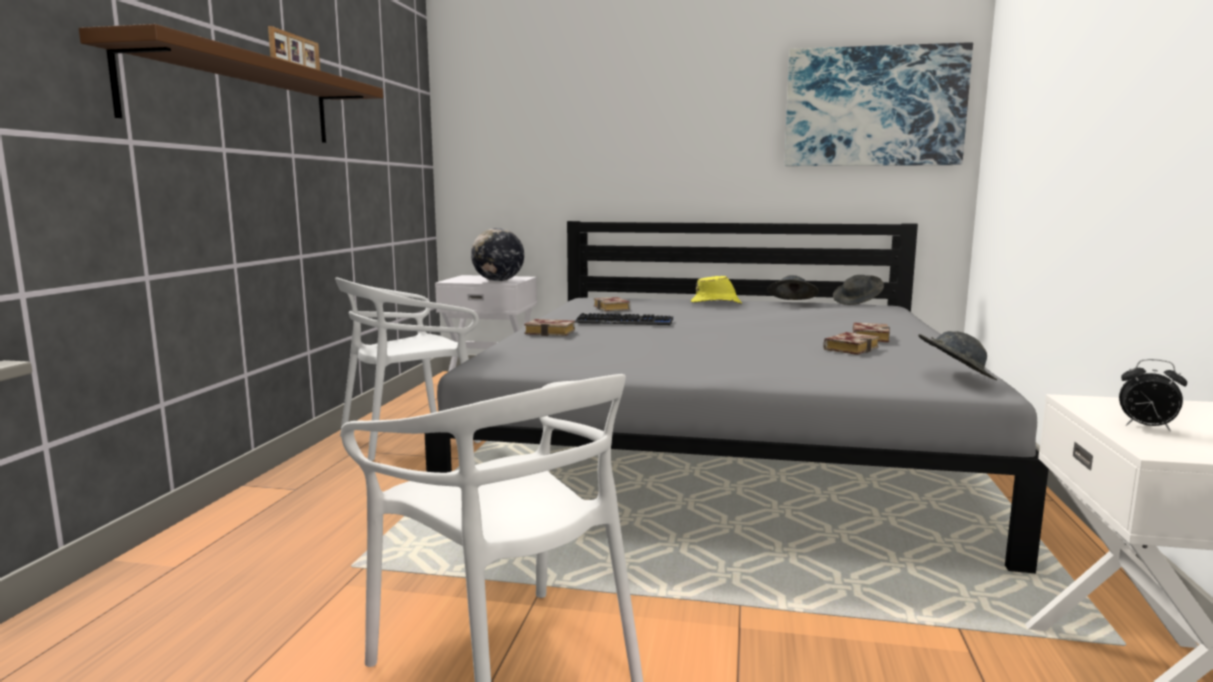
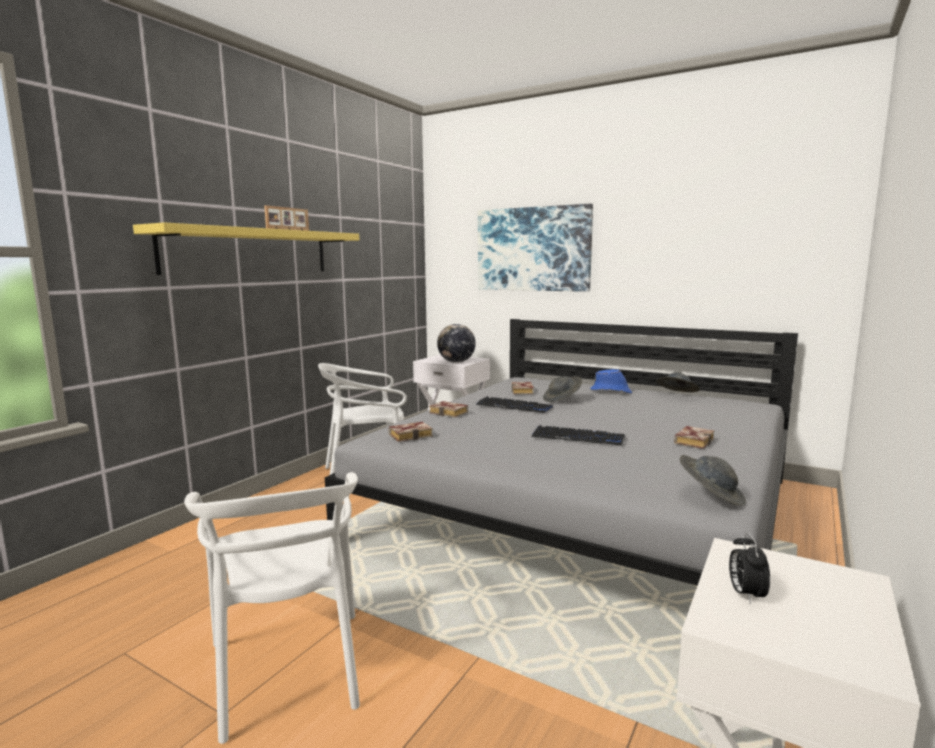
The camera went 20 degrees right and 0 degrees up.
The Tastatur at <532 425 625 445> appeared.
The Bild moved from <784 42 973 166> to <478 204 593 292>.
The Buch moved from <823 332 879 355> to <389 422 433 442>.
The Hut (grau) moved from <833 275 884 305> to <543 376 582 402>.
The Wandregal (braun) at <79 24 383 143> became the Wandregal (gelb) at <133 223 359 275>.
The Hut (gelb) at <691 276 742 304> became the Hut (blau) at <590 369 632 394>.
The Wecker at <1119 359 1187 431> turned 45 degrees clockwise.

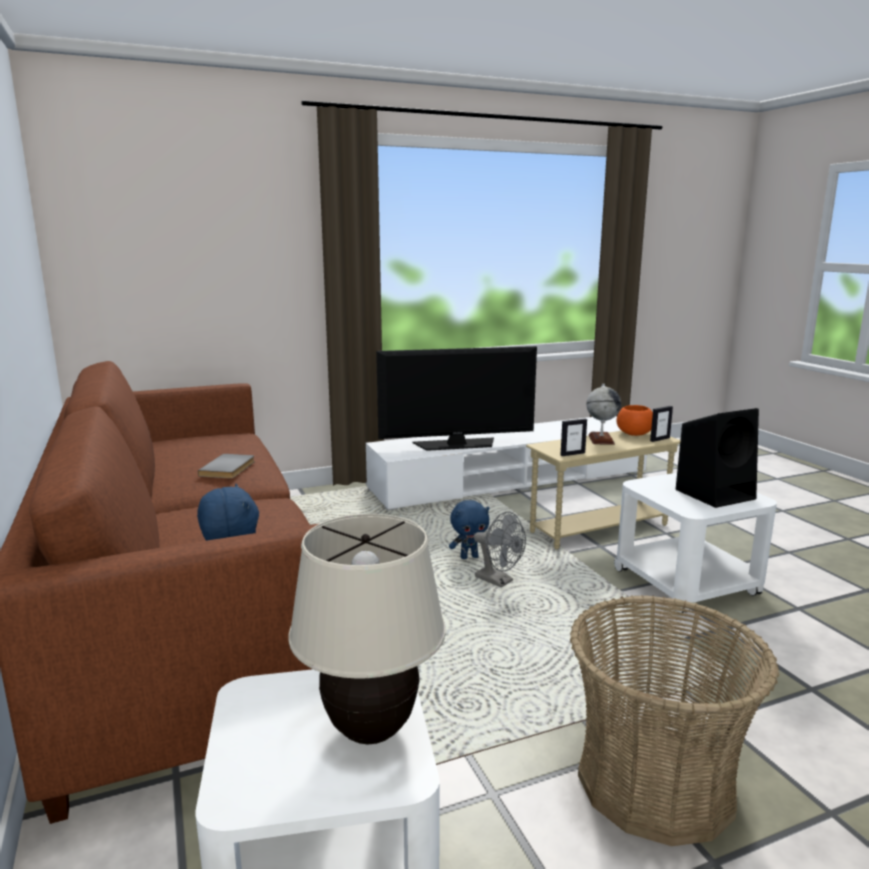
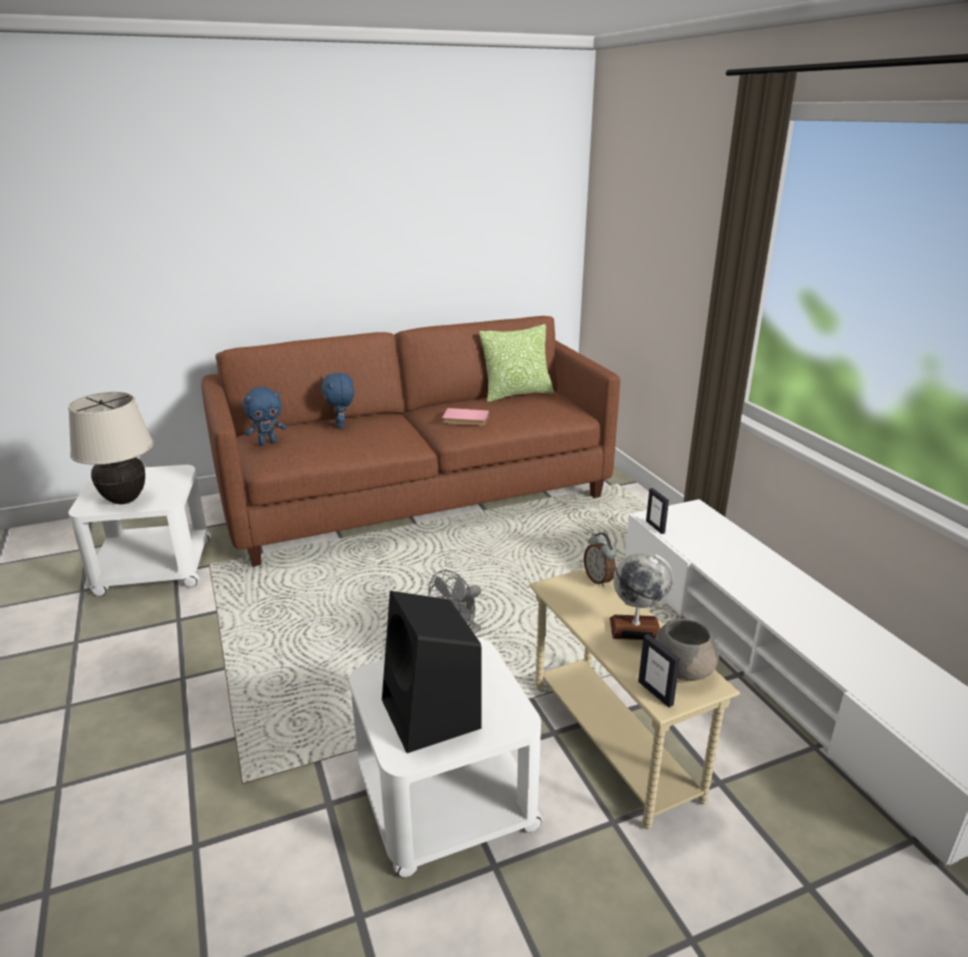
The camera went 90 degrees right and 10 degrees up.
The Fernseher at <376 346 537 451> disappeared.
The Korb at <570 595 779 846> disappeared.
The Kissen at <479 324 554 402> appeared.
The Wecker at <584 533 617 587> appeared.
The Plüschtier (blau) moved from <449 500 490 559> to <321 373 354 429>.
The Bilderrahmen moved from <561 419 587 456> to <646 488 669 534>.
The Buch (grau) at <198 454 255 479> became the Buch (rosa) at <442 408 490 426>.
The Schüssel (orange) at <617 405 653 436> became the Schüssel (grau) at <655 619 719 681>.

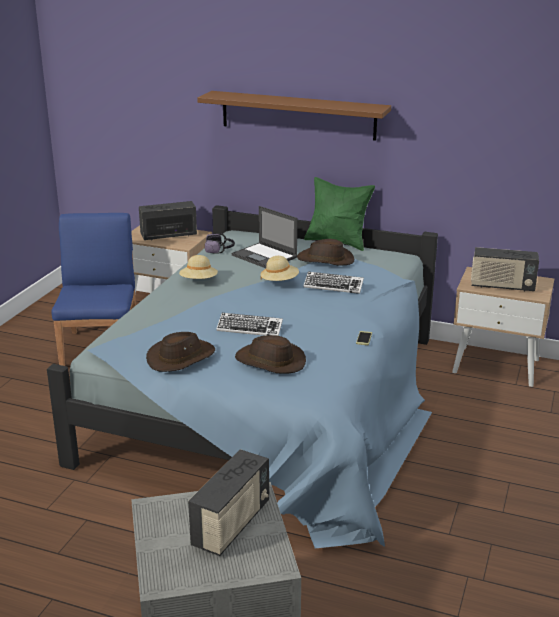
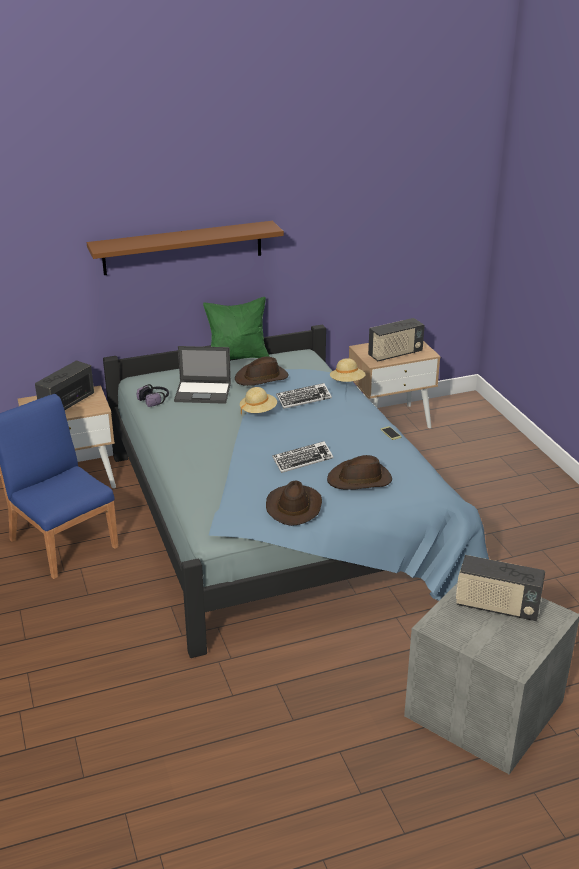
The camera went 40 degrees left and 5 degrees up.
The Hut (beige) moved from <179 255 218 279> to <330 358 366 382>.
The Radio at <188 449 269 556> turned 120 degrees clockwise.

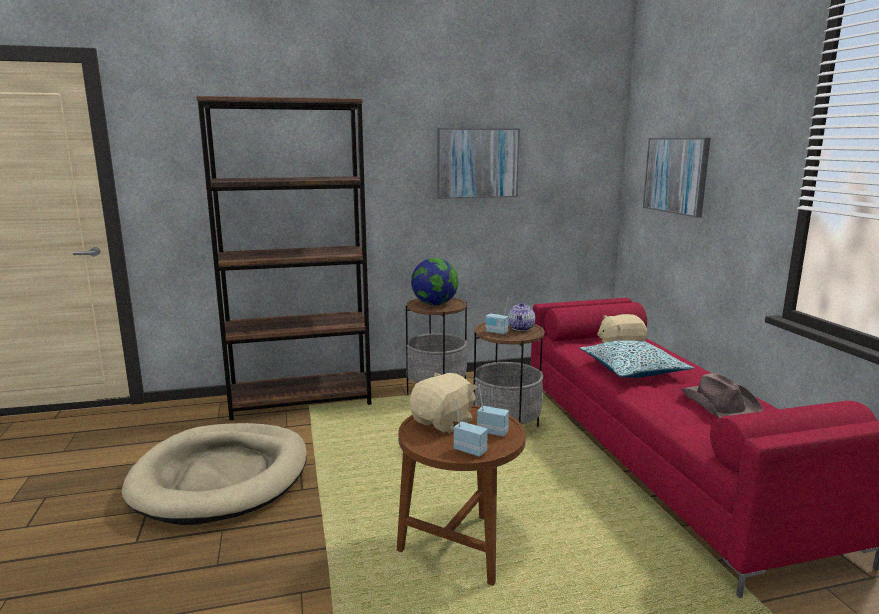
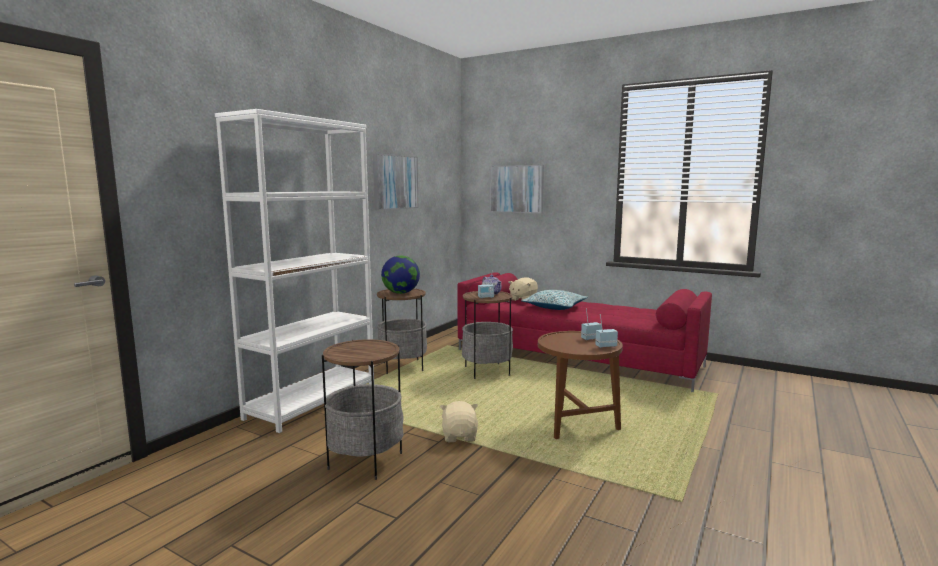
The camera went 45 degrees left and 5 degrees down.
The Hut (braun) at <681 373 763 418> disappeared.
The Plüschtier (beige) moved from <409 372 478 433> to <440 401 478 442>.
The Hundebett (beige) at <122 423 307 525> was replaced by the Beistelltisch at <322 340 403 480>.
The Bücherregal (braun) at <196 96 371 420> became the Bücherregal (weiß) at <215 109 374 433>.

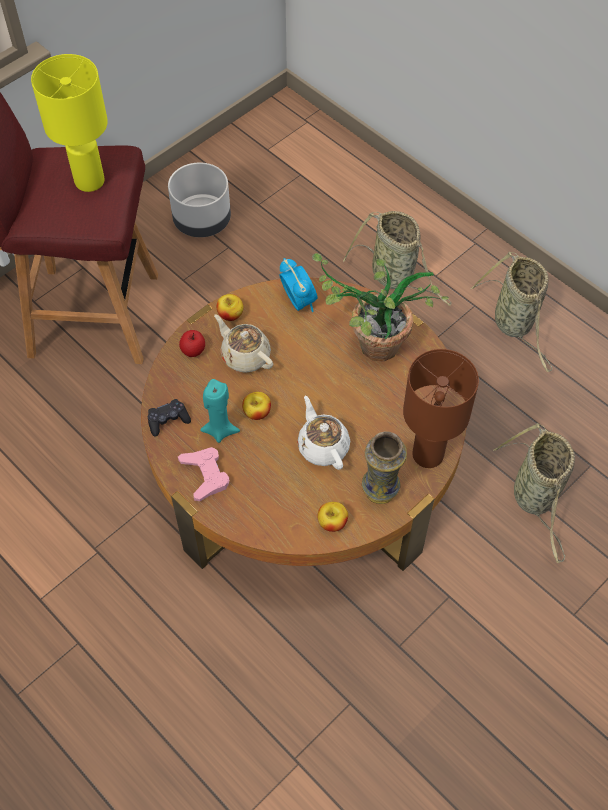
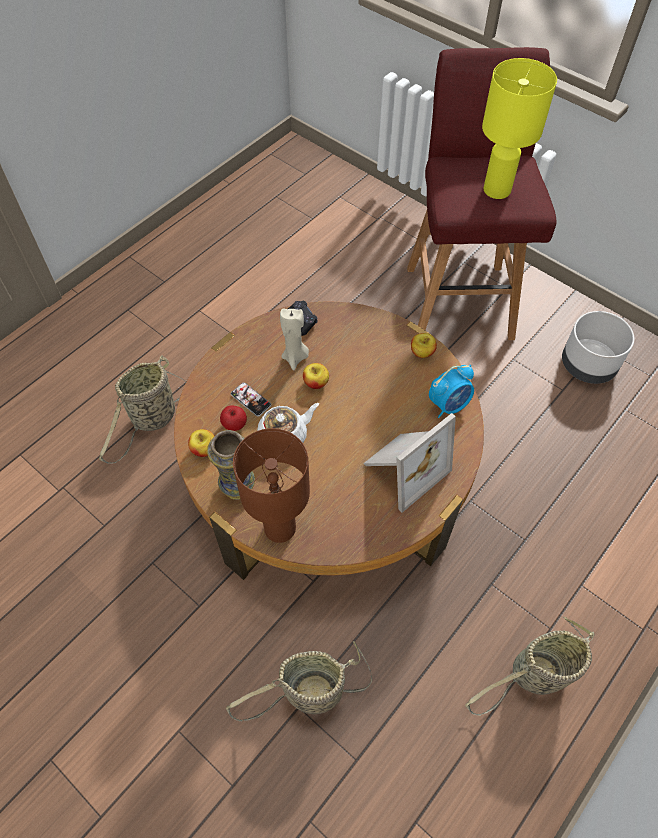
The camera went 85 degrees right and 0 degrees up.
The Gamepad (rosa) at <178 447 229 501> disappeared.
The Teekanne (beige) at <214 314 273 373> disappeared.
The Handy at <231 382 271 417> appeared.
The Apfel moved from <179 330 205 357> to <220 405 247 431>.
The Korb moved from <343 211 452 306> to <99 355 186 464>.
The Topfpflanze at <312 253 449 362> was replaced by the Bilderrahmen at <363 413 456 513>.
The Kerze (türkis) at <200 379 240 443> became the Kerze (beige) at <280 308 309 370>.

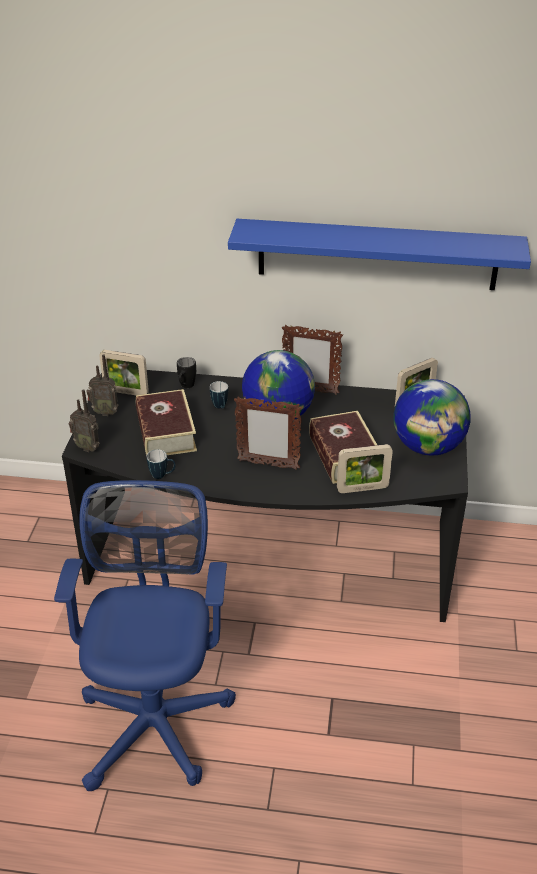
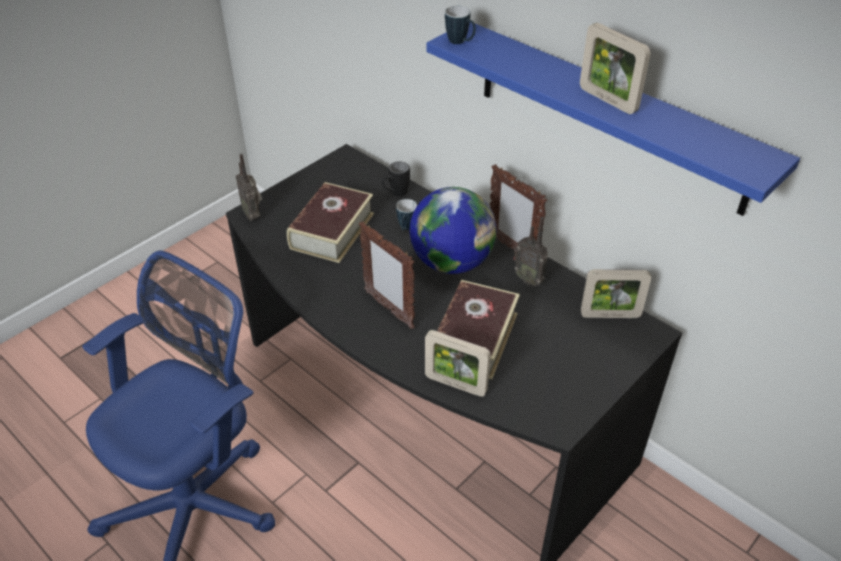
The camera went 35 degrees right and 5 degrees up.
The Globus at <394 379 471 455> disappeared.
The Radio moved from <86 354 118 416> to <513 217 548 286>.
The Bilderrahmen moved from <99 350 149 395> to <580 23 651 114>.
The Henkelbecher moved from <146 449 176 479> to <445 6 476 44>.

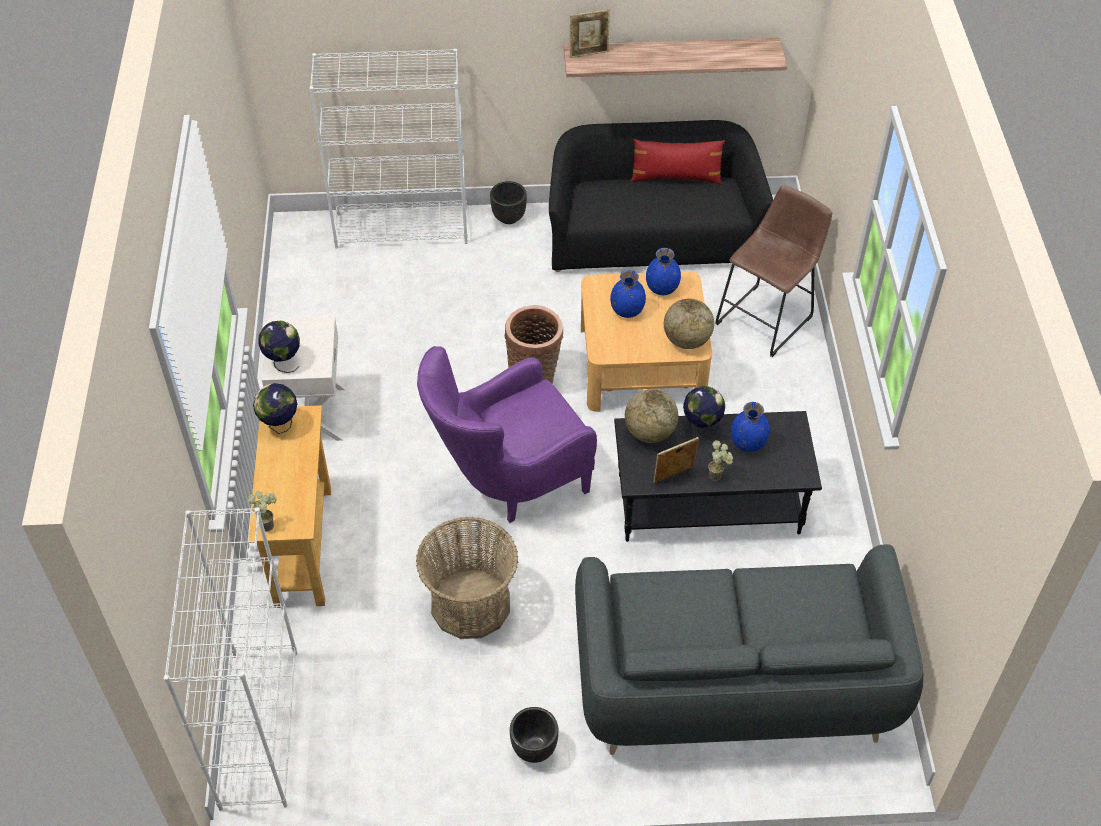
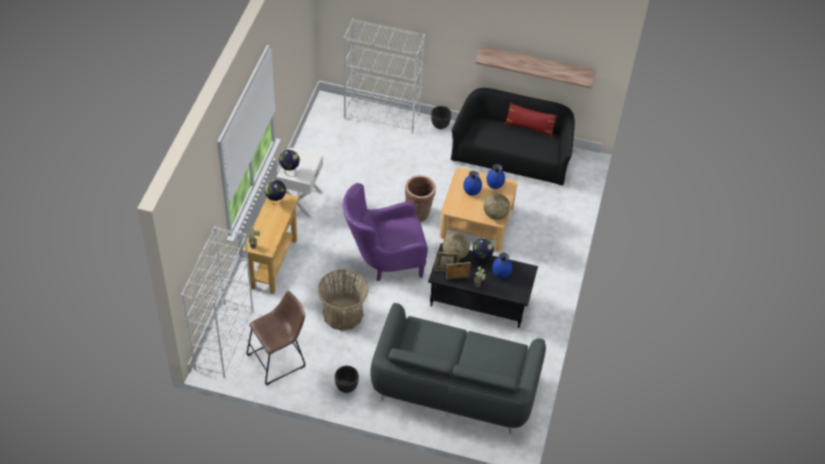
The camera went 15 degrees right and 0 degrees up.
The Bilderrahmen moved from <570 9 610 58> to <434 252 460 272>.
The Hocker (braun) moved from <716 185 832 357> to <247 290 305 385>.

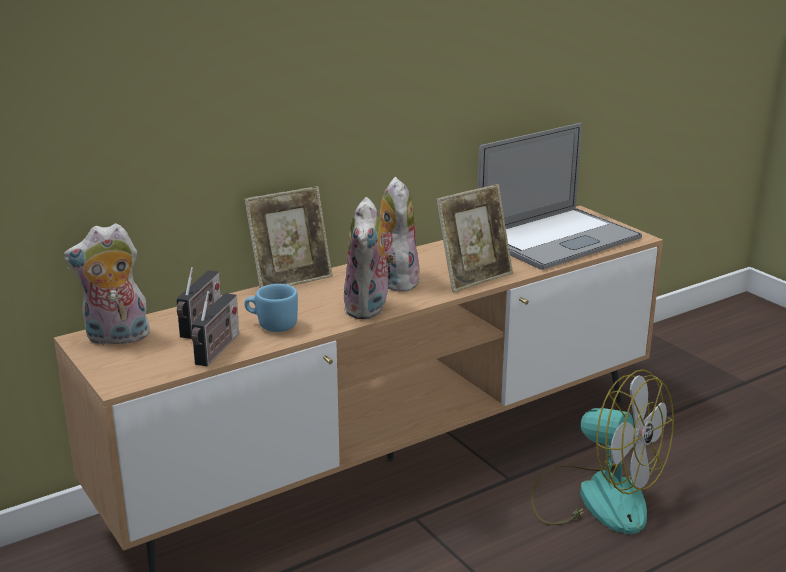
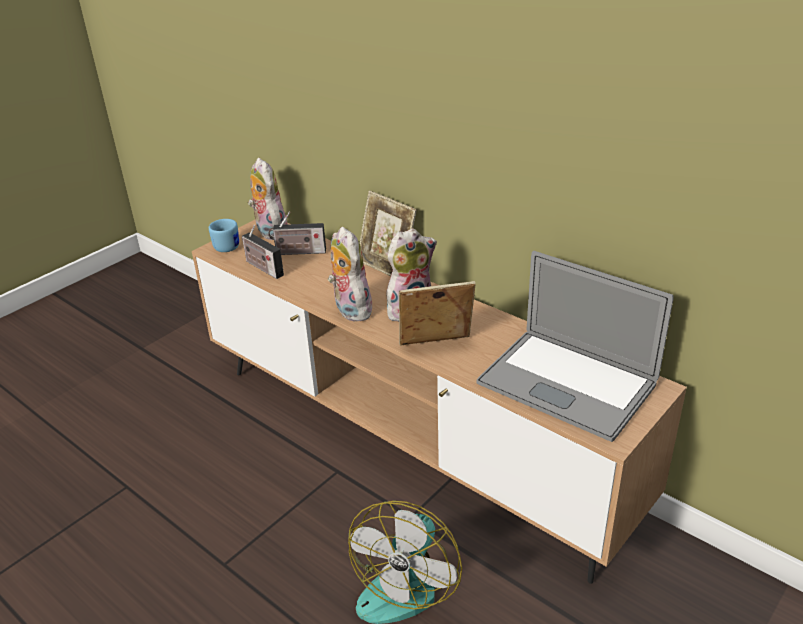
The camera went 75 degrees right and 10 degrees up.
The Henkelbecher (blau) moved from <244 284 298 332> to <209 219 239 252>.
The Radio at <191 291 239 366> turned 45 degrees clockwise.
The Plüschtier at <344 197 395 319> turned 75 degrees clockwise.
The Bilderrahmen at <436 184 513 292> turned 135 degrees clockwise.

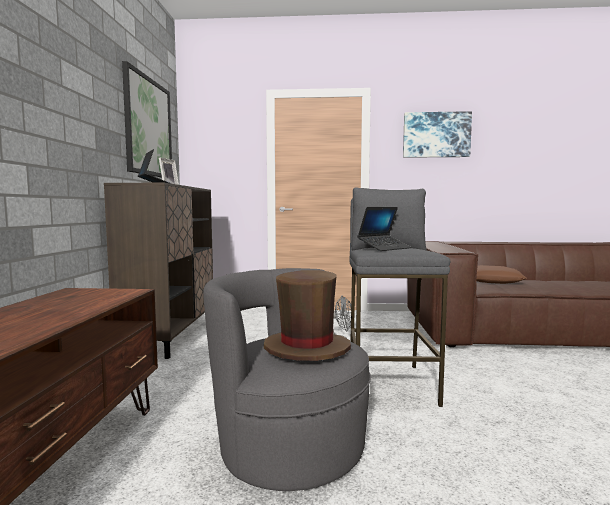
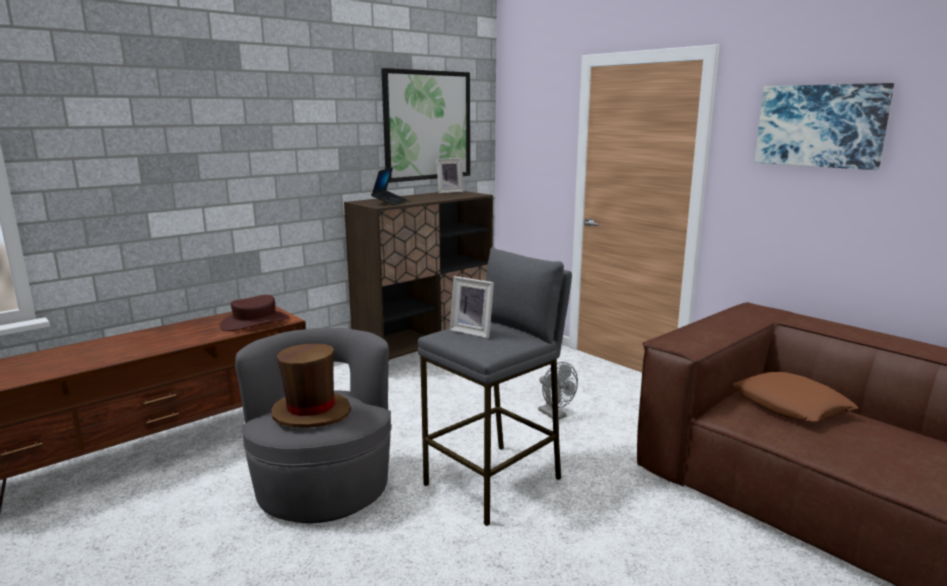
The camera went 45 degrees right and 10 degrees up.
The Hut (braun) at <220 295 289 331> appeared.
The Laptop at <357 207 411 251> was replaced by the Bilderrahmen at <450 276 494 338>.

